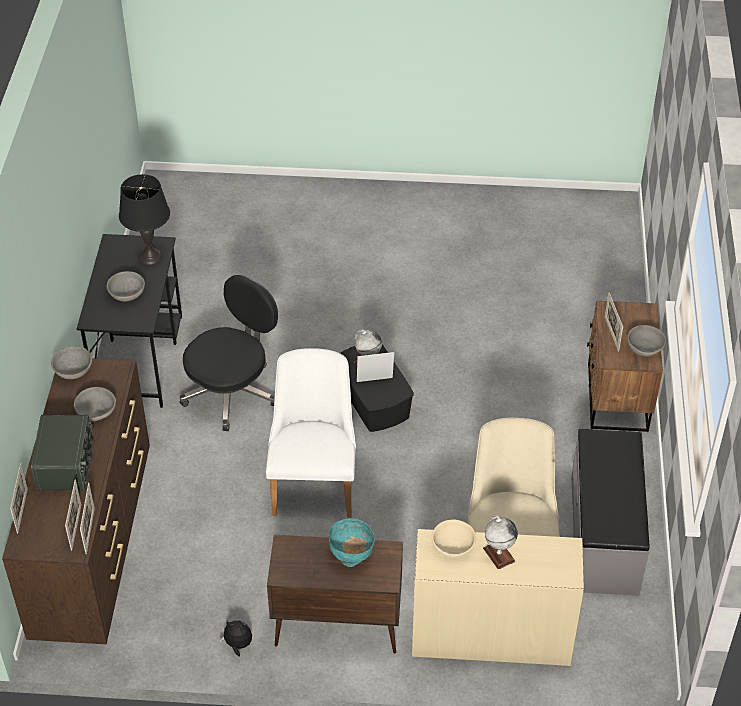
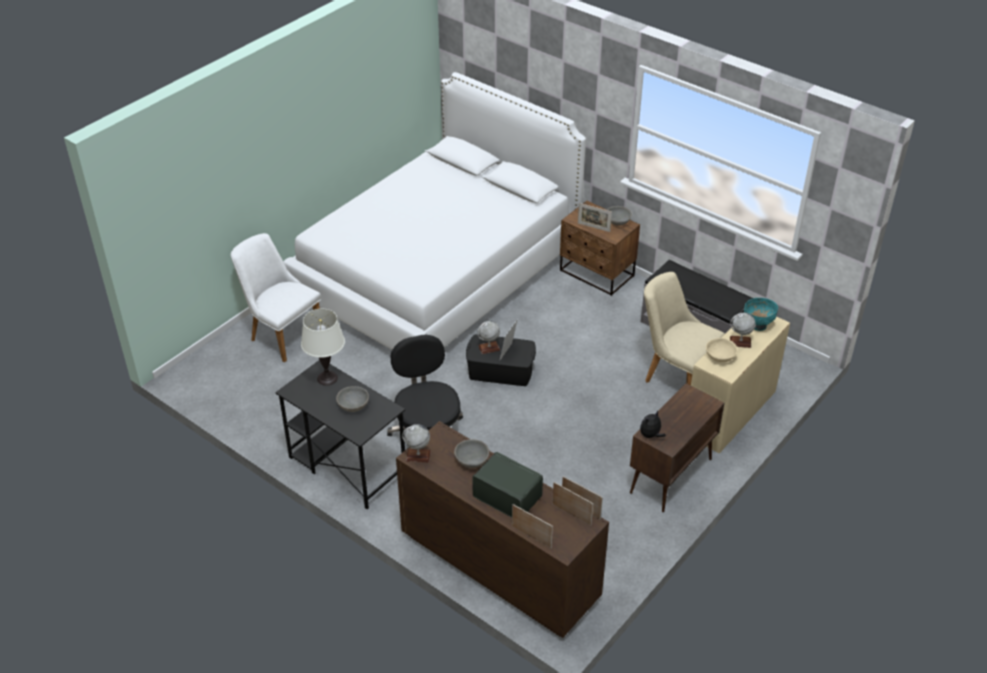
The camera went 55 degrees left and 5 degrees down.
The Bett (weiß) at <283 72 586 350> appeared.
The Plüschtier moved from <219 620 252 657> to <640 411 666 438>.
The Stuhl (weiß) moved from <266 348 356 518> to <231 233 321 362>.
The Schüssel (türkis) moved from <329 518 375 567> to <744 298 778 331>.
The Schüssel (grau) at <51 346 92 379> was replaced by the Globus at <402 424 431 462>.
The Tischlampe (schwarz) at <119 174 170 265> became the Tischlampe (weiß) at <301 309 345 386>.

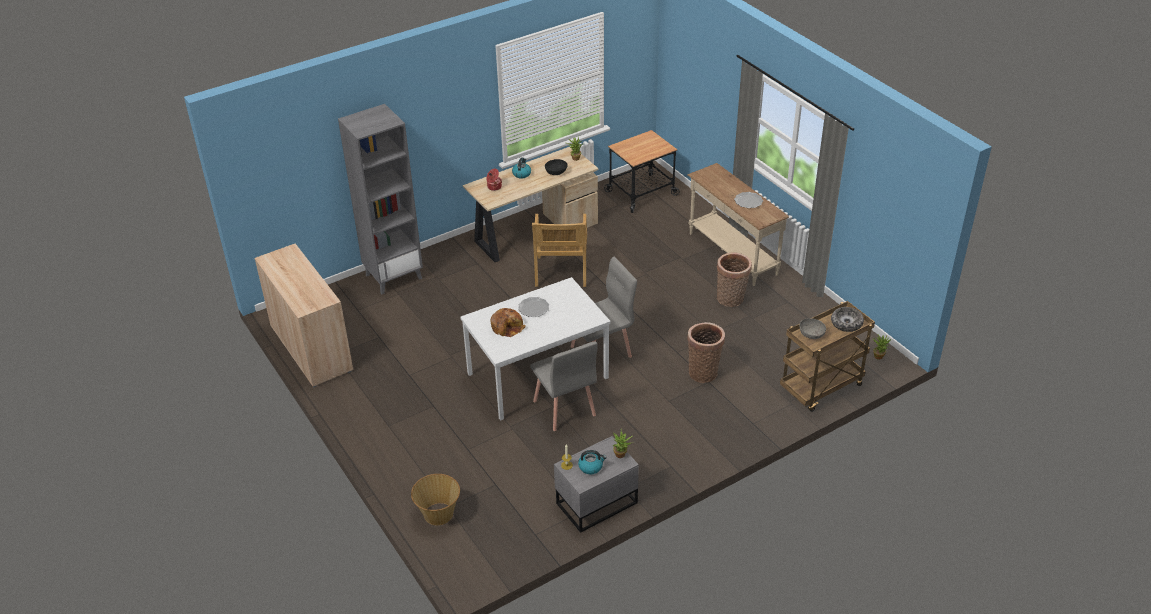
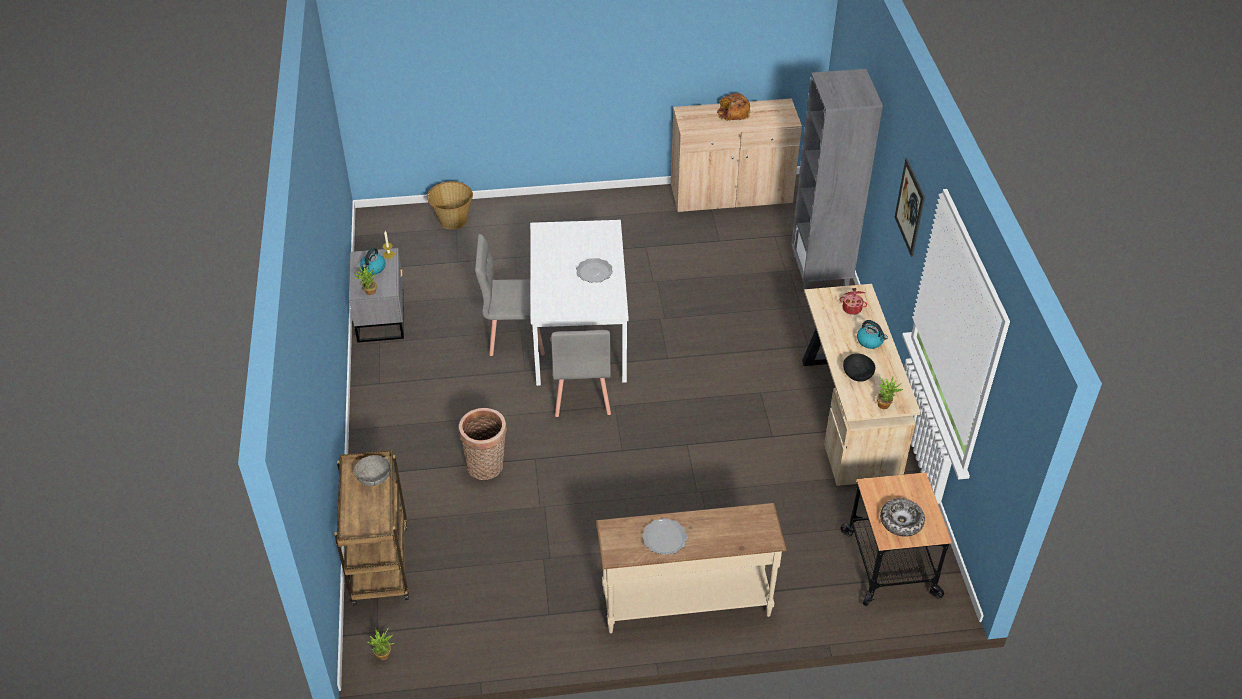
The camera went 115 degrees right and 5 degrees up.
The Stuhl (beige) at <532 214 587 287> disappeared.
The Korb at <717 252 752 307> disappeared.
The Bild at <895 158 925 257> appeared.
The Brot moved from <490 308 525 337> to <717 93 750 121>.
The Schüssel moved from <831 307 864 332> to <880 498 925 537>.

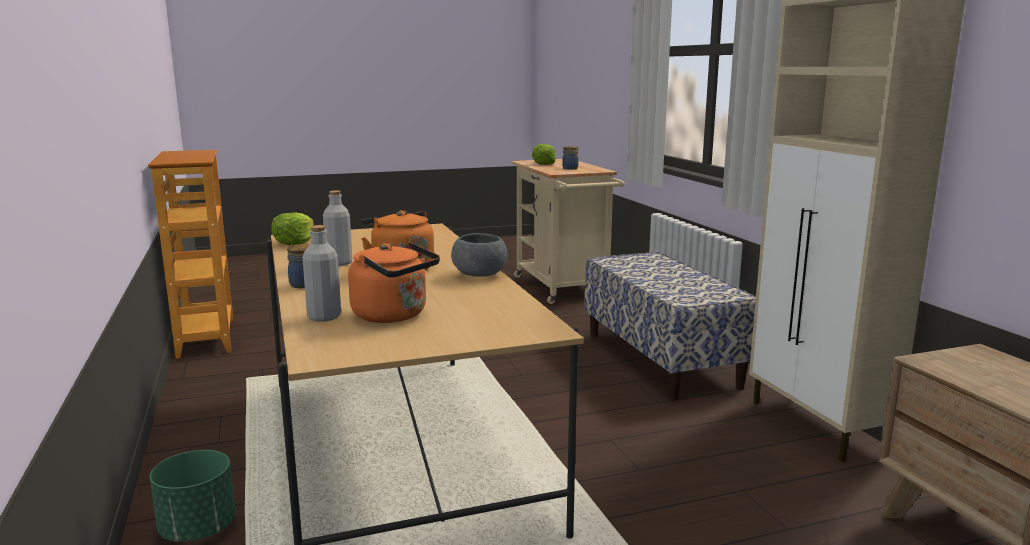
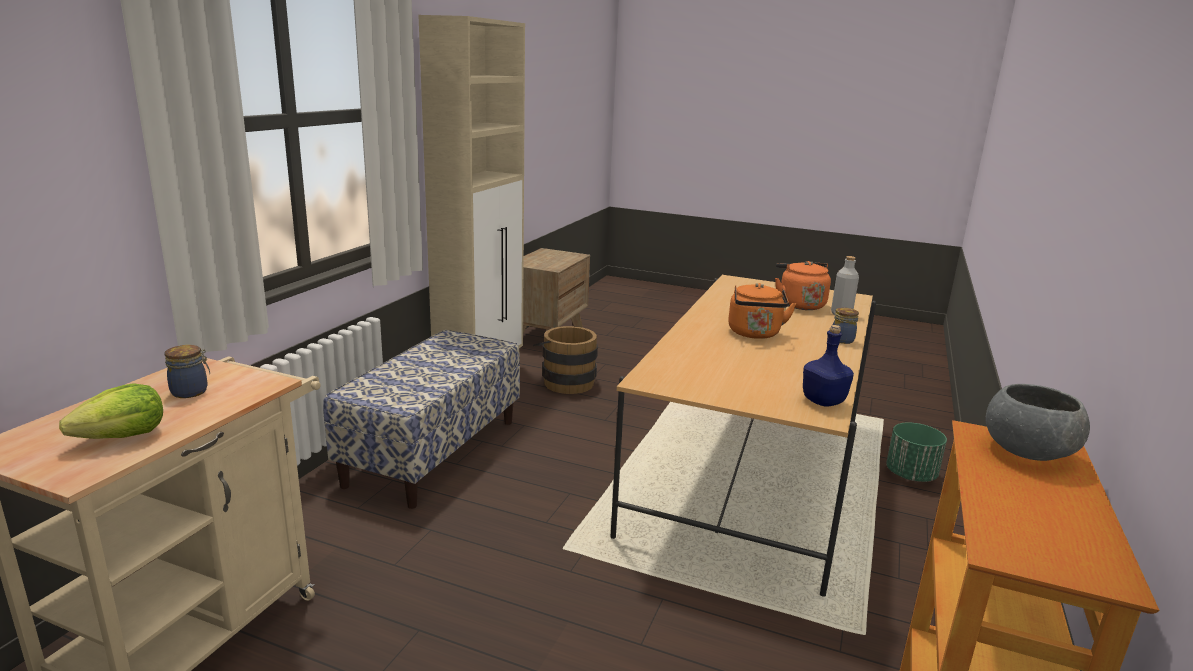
The camera went 140 degrees left and 5 degrees up.
The Flasche (grau) at <323 190 353 266> disappeared.
The Eimer (braun) at <533 326 598 394> appeared.
The Schüssel (grau) moved from <451 233 507 277> to <986 384 1090 461>.
The Salatkopf at <271 212 314 245> was replaced by the Flasche (blau) at <803 325 854 407>.

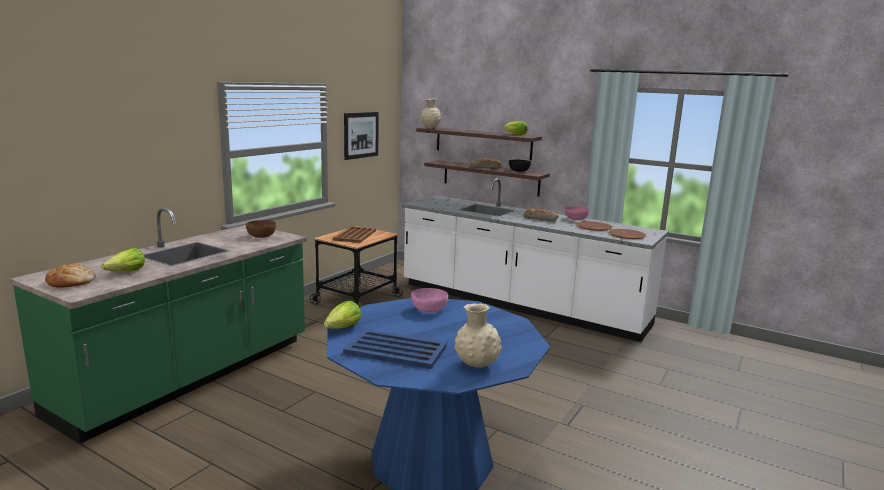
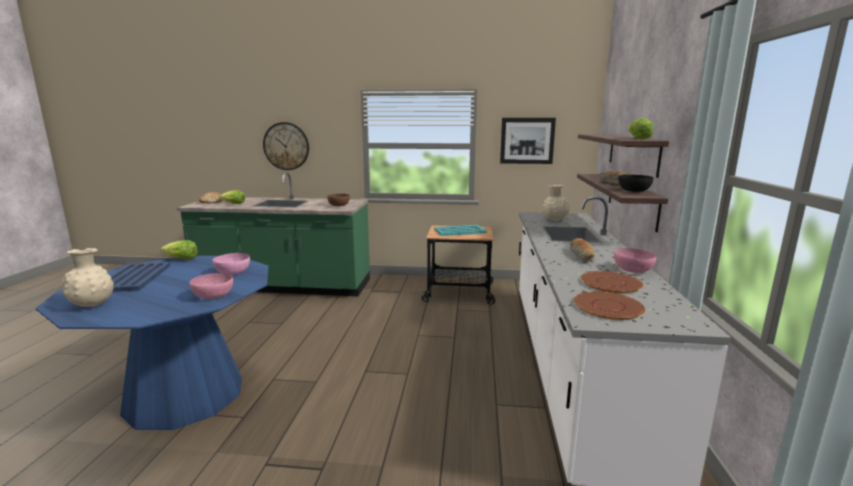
The camera went 65 degrees right and 0 degrees up.
The Schüssel (rosa) at <189 273 233 299> appeared.
The Wanduhr at <263 122 309 170> appeared.
The Vase (beige) moved from <421 98 441 128> to <542 185 570 221>.
The Tablett (braun) at <333 226 376 243> became the Tablett (türkis) at <434 225 487 236>.

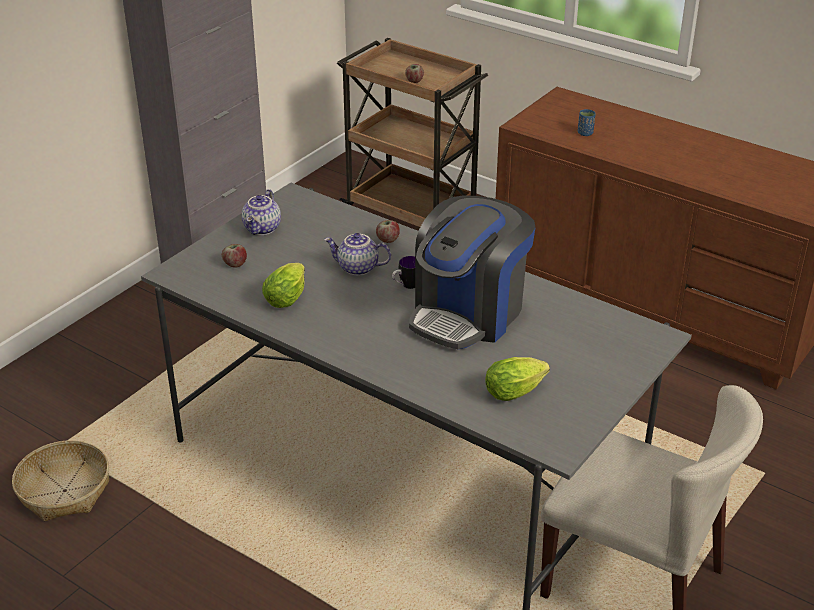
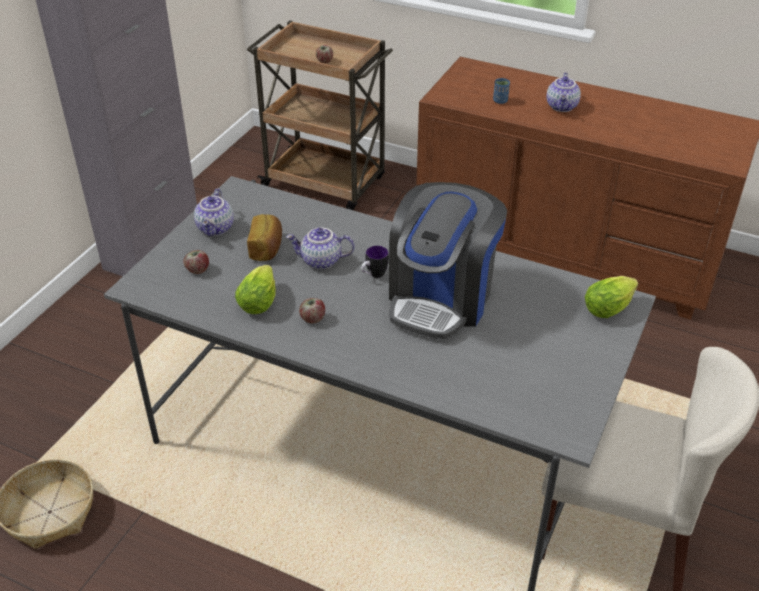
The camera went 10 degrees left and 5 degrees up.
The Brot at <247 214 282 261> appeared.
The Teekanne at <546 72 581 112> appeared.
The Apfel moved from <376 220 400 243> to <299 298 325 323>.
The Salatkopf moved from <485 357 550 401> to <585 276 638 318>.

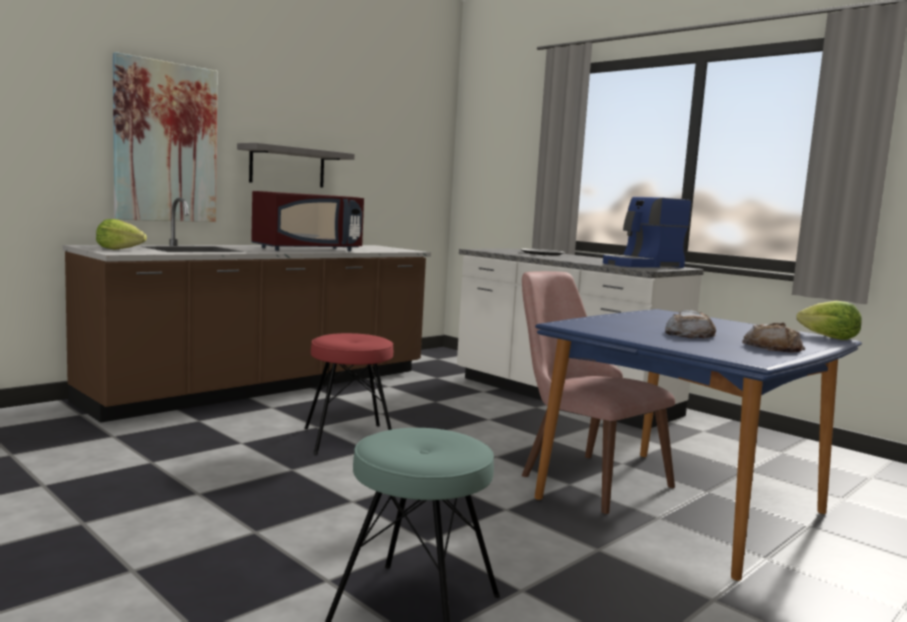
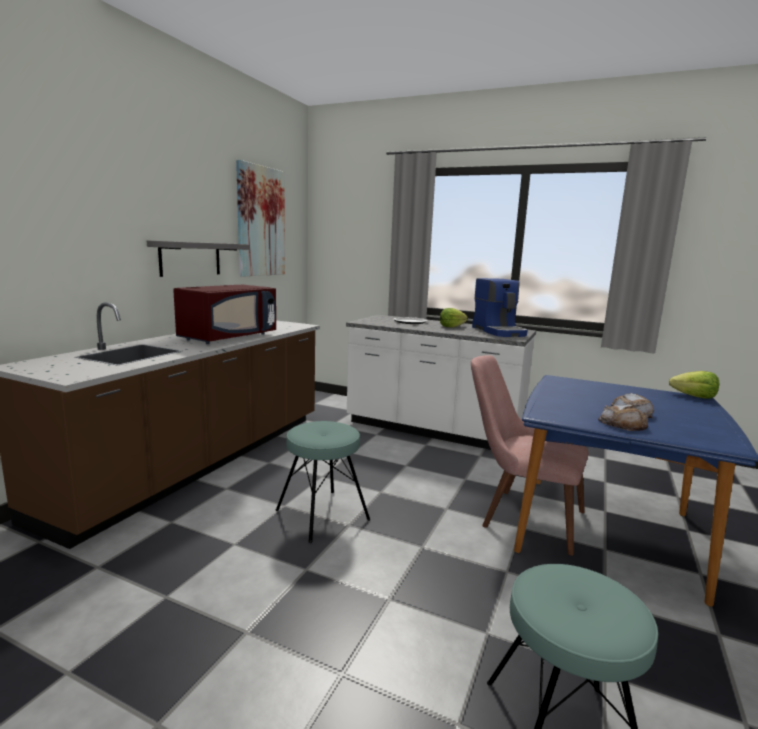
The camera went 20 degrees left and 5 degrees up.
The Salatkopf moved from <96 219 147 250> to <440 308 468 328>.
The Bild moved from <113 52 218 222> to <236 160 285 277>.
The Brot moved from <742 323 805 353> to <598 404 648 431>.
The Hocker (rot) at <304 333 393 455> became the Hocker (türkis) at <276 421 370 543>.
The Kaffeemaschine at <603 197 691 268> turned 60 degrees counterclockwise.

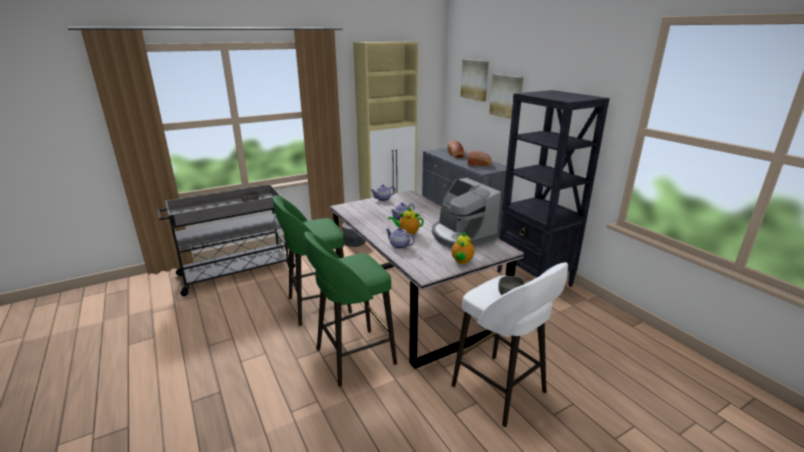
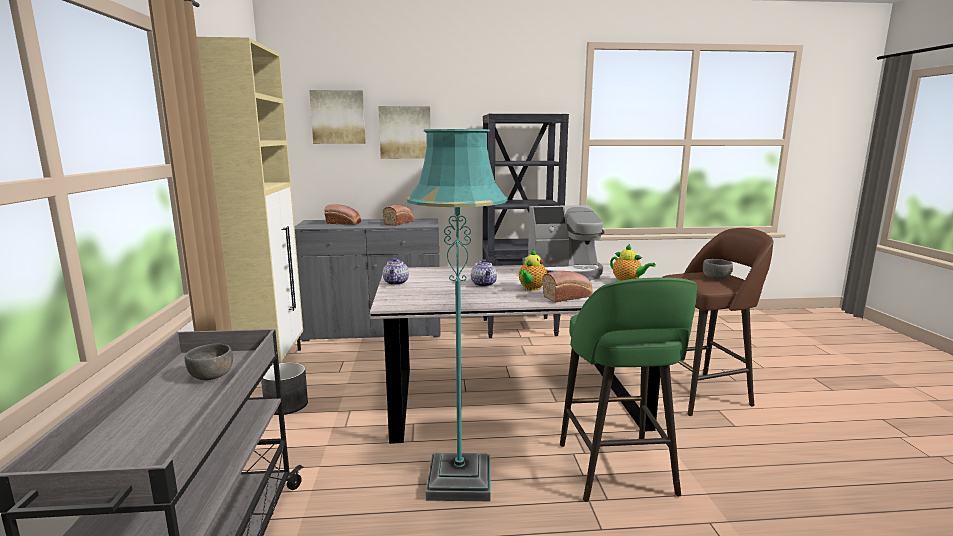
The camera went 65 degrees left and 10 degrees down.
The Hocker (grün) at <273 195 352 326> was replaced by the Stehlampe (türkis) at <407 129 508 501>.
The Teekanne at <386 227 415 249> was replaced by the Brot at <542 271 593 302>.
The Hocker (weiß) at <452 262 568 427> became the Hocker (braun) at <663 228 773 416>.

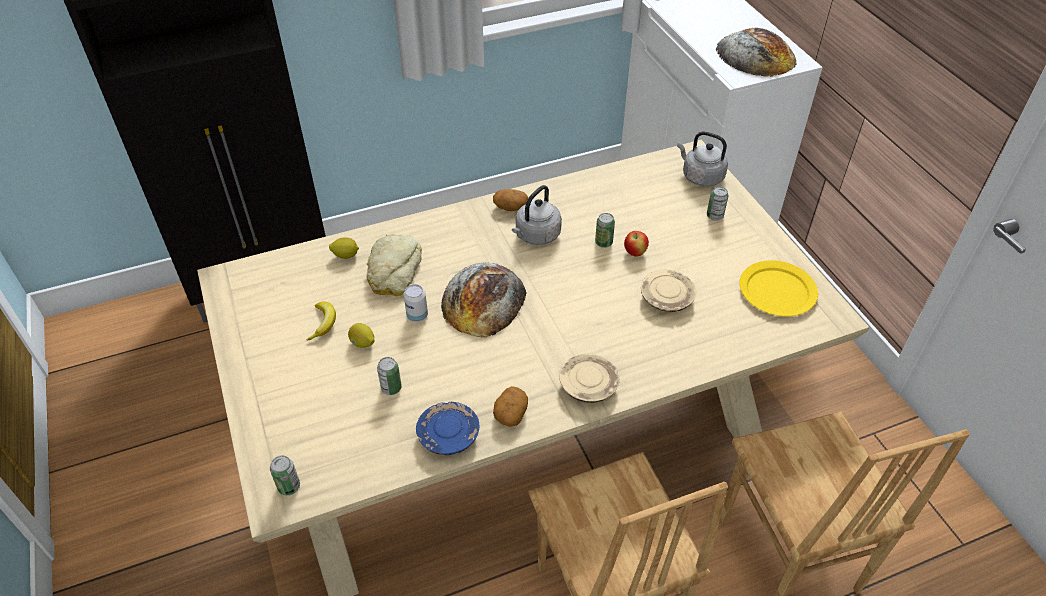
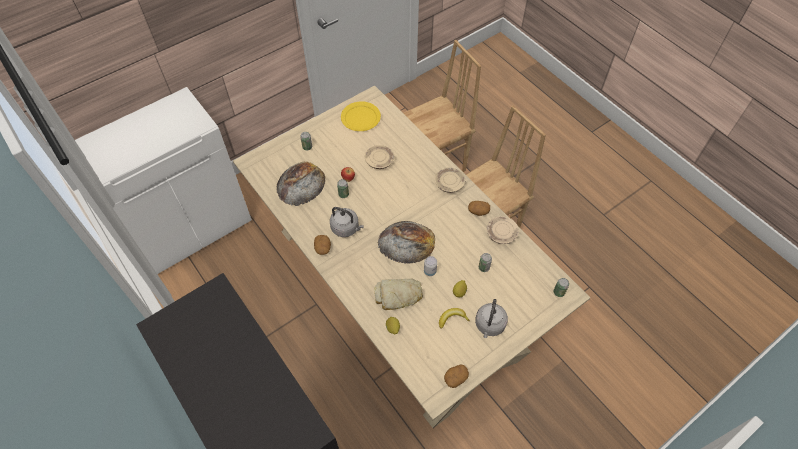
The camera went 105 degrees left and 10 degrees up.
The Kartoffel at <444 365 469 388> appeared.
The Wasserkessel (grau) moved from <677 131 728 187> to <475 299 508 338>.
The Brot moved from <716 28 797 77> to <277 162 325 206>.
The Teller (blau) at <416 402 479 455> became the Teller (beige) at <487 216 519 244>.

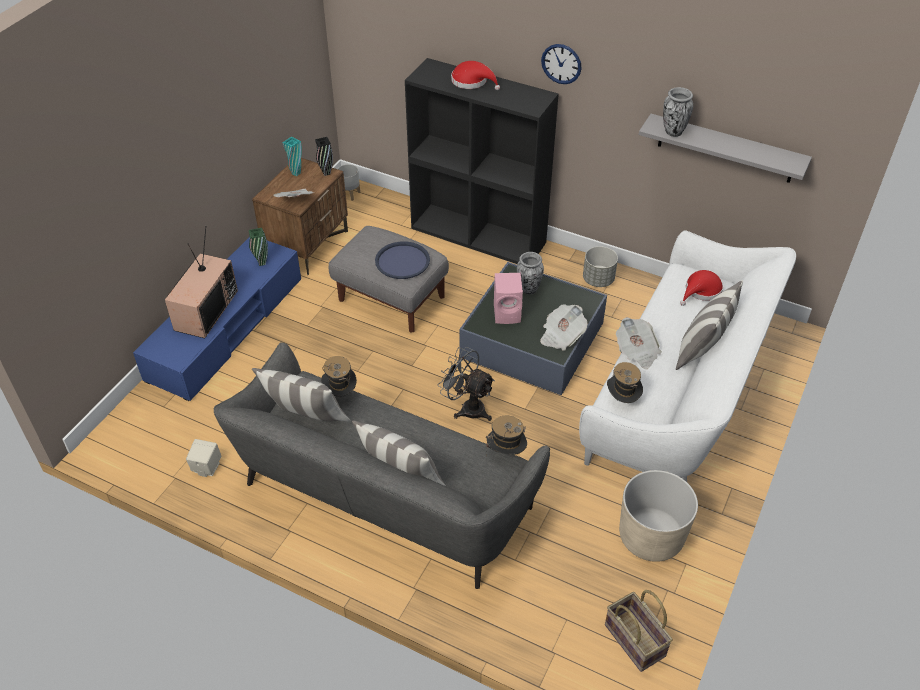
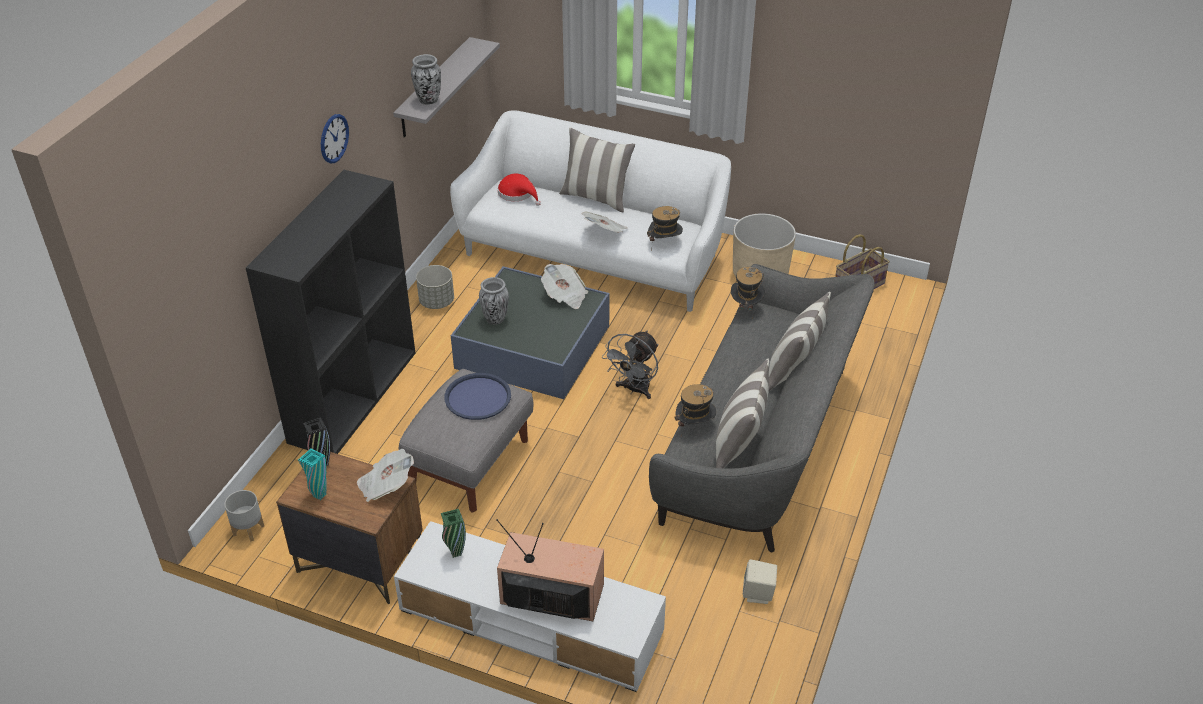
The camera went 95 degrees left and 5 degrees down.
The Hut (rot) at <451 61 500 90> disappeared.
The Lautsprecher (rosa) at <494 273 523 324> disappeared.
The Fernsehschrank (blau) at <133 237 301 401> became the Fernsehschrank (weiß) at <394 521 666 692>.

